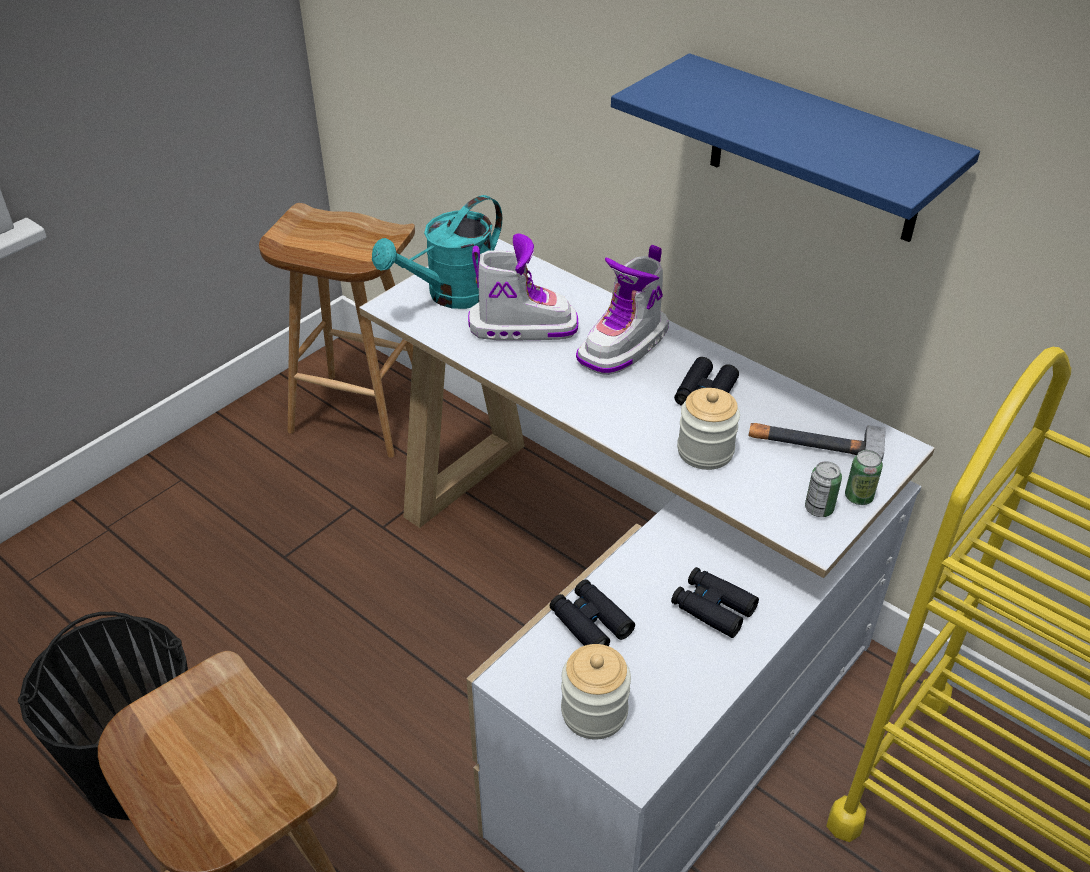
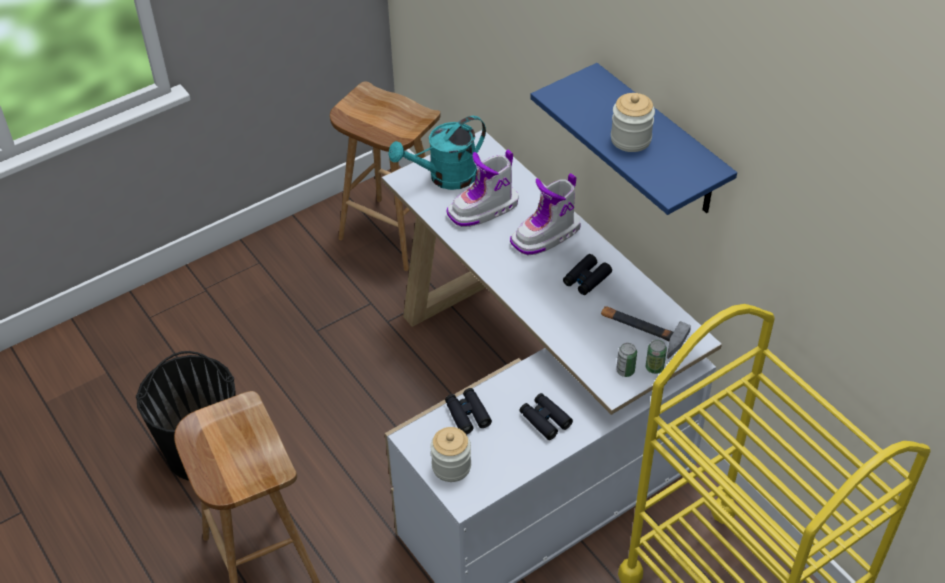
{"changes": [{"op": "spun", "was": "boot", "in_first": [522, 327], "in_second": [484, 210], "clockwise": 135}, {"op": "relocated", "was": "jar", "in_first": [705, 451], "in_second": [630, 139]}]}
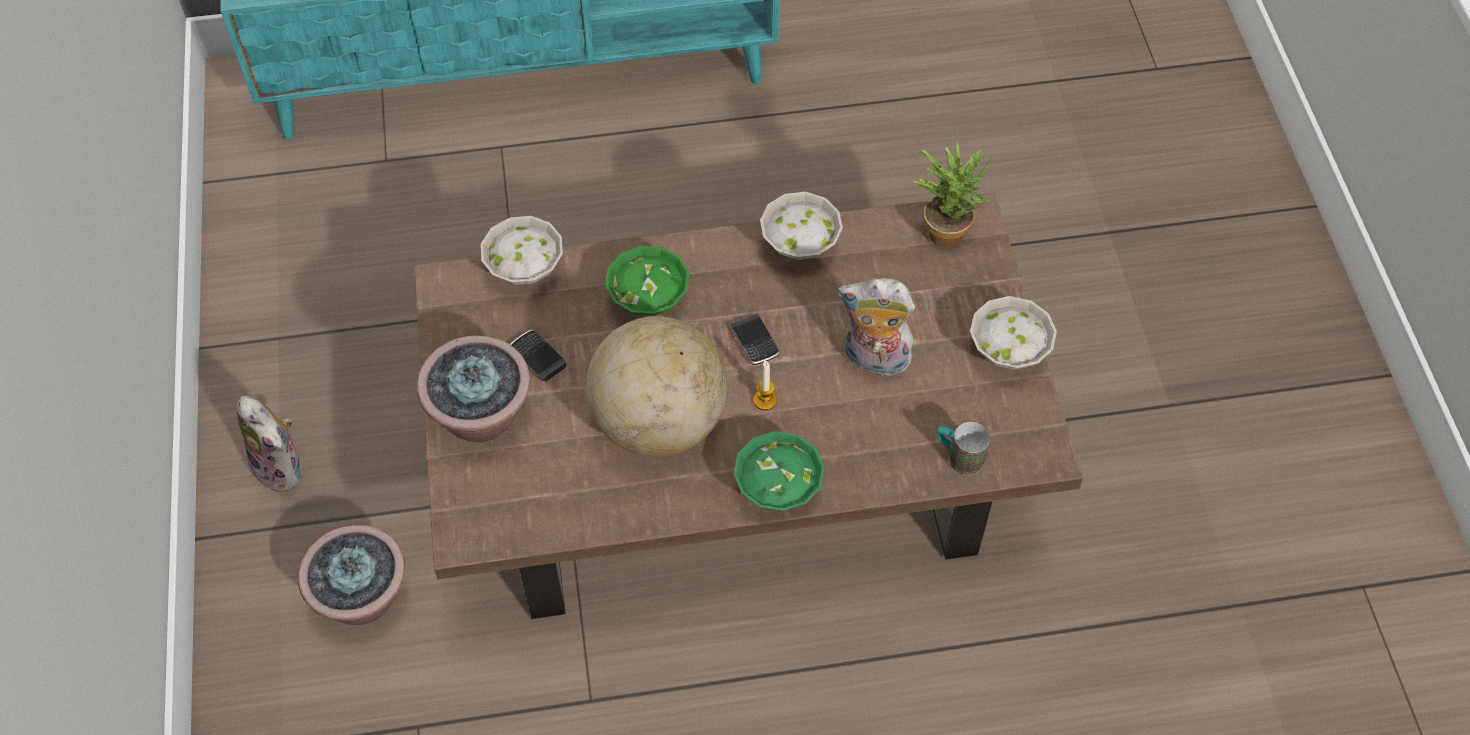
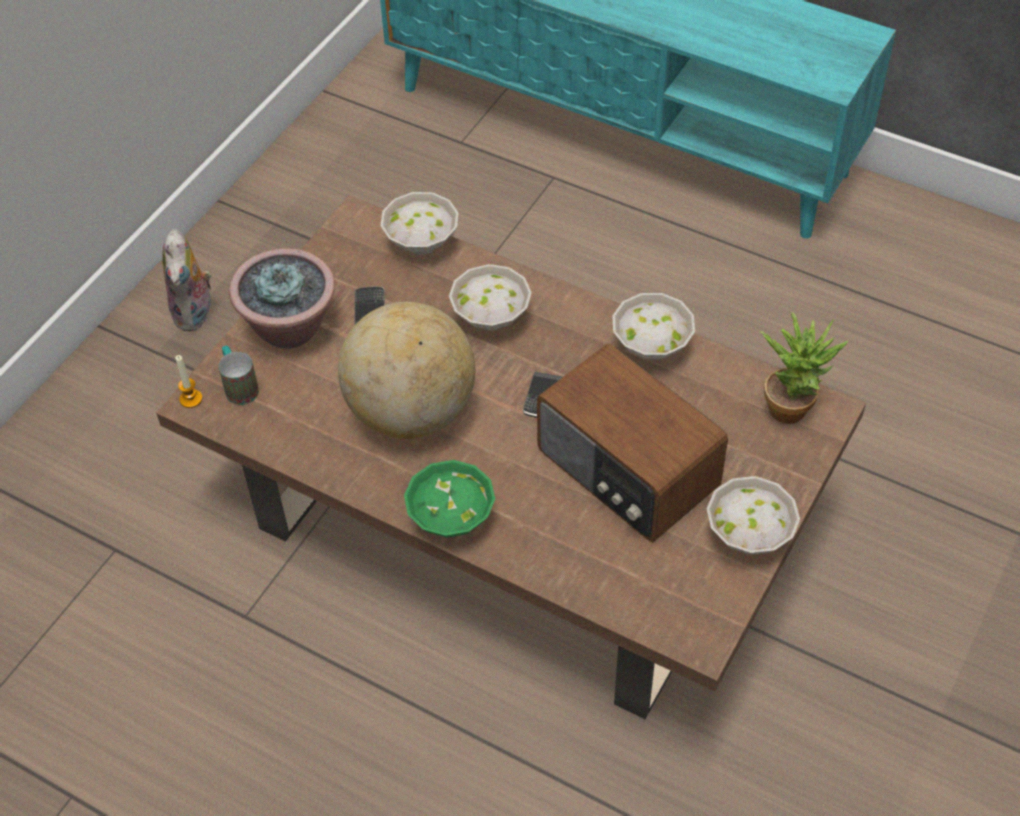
{"changes": [{"op": "colour", "was": "green bowl", "now": "white bowl", "in_first": [651, 300], "in_second": [493, 319]}, {"op": "exchanged", "was": "plush toy", "now": "radio", "in_first": [873, 360], "in_second": [626, 471]}, {"op": "relocated", "was": "candle", "in_first": [765, 400], "in_second": [191, 399]}, {"op": "relocated", "was": "mug", "in_first": [958, 457], "in_second": [239, 386]}, {"op": "missing", "was": "potted plant", "in_first": [362, 598]}]}
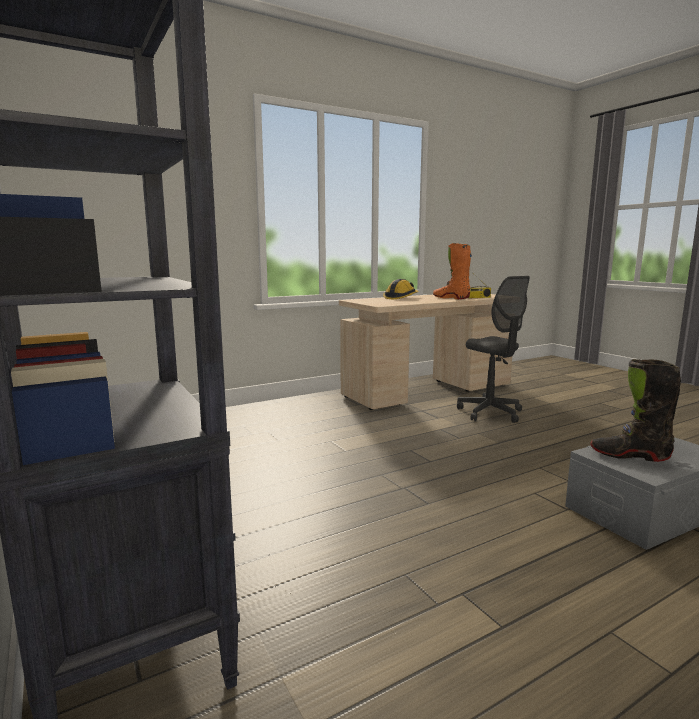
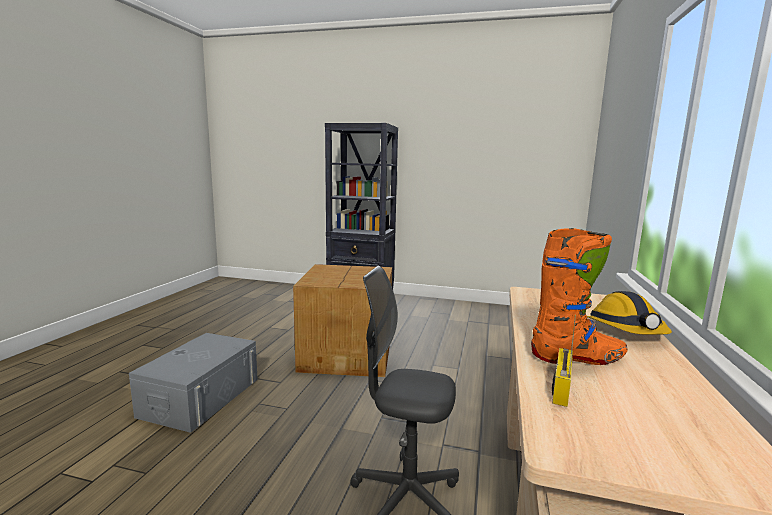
{"changes": [{"op": "missing", "was": "black boot", "in_first": [629, 455]}, {"op": "appeared", "now": "cardboard box", "in_second": [348, 354]}]}
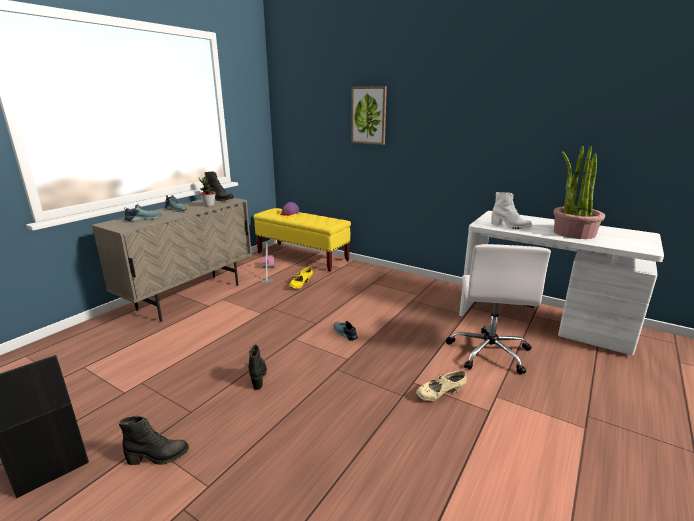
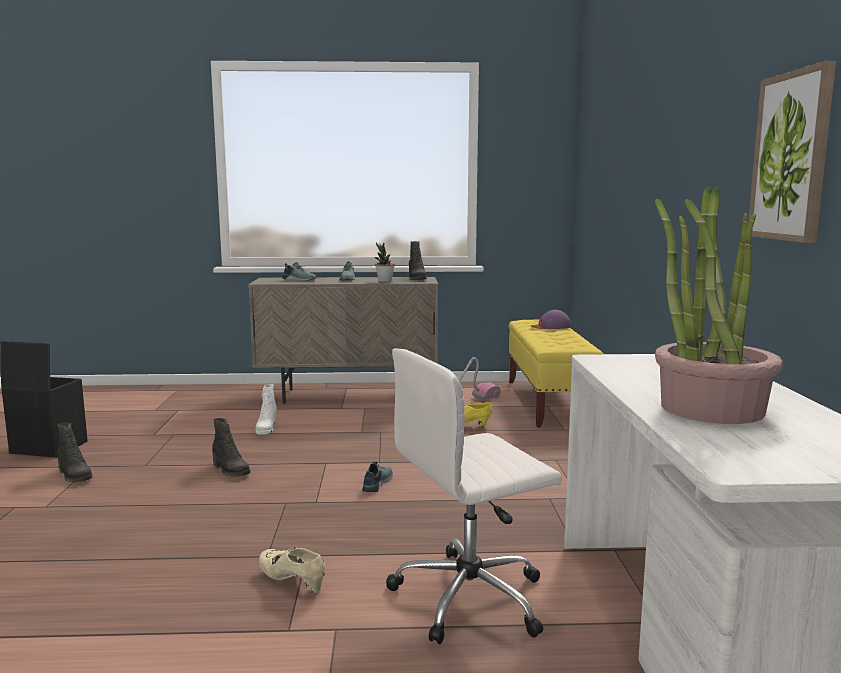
{"changes": [{"op": "relocated", "was": "picture", "in_first": [369, 115], "in_second": [791, 157]}, {"op": "relocated", "was": "white boot", "in_first": [510, 226], "in_second": [266, 429]}, {"op": "spun", "was": "black boot", "in_first": [258, 376], "in_second": [230, 470], "clockwise": 90}]}
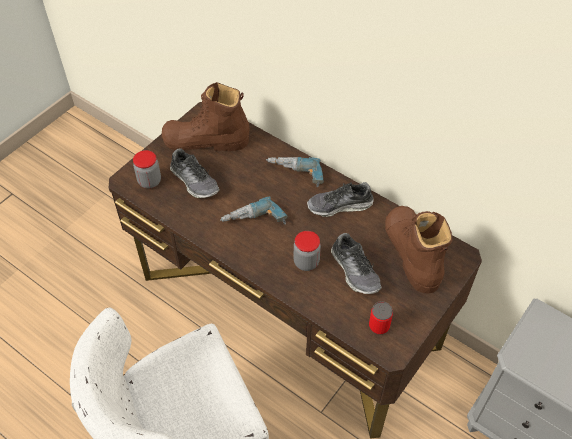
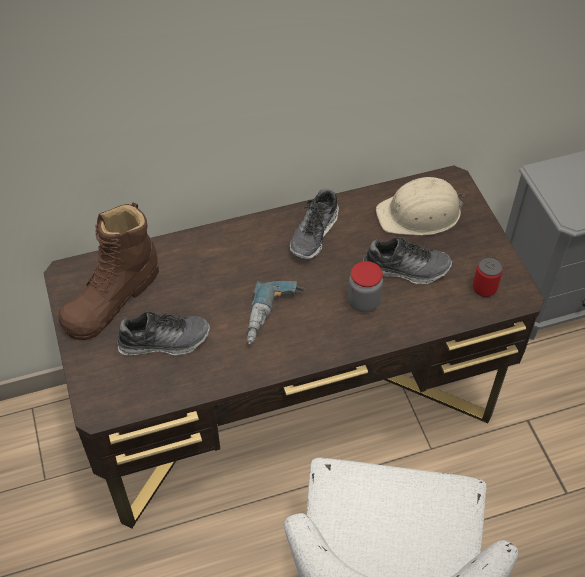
{"changes": [{"op": "missing", "was": "jar", "in_first": [149, 181]}, {"op": "missing", "was": "power drill", "in_first": [294, 175]}, {"op": "exchanged", "was": "brown boot", "now": "beige hard hat", "in_first": [412, 253], "in_second": [420, 214]}]}
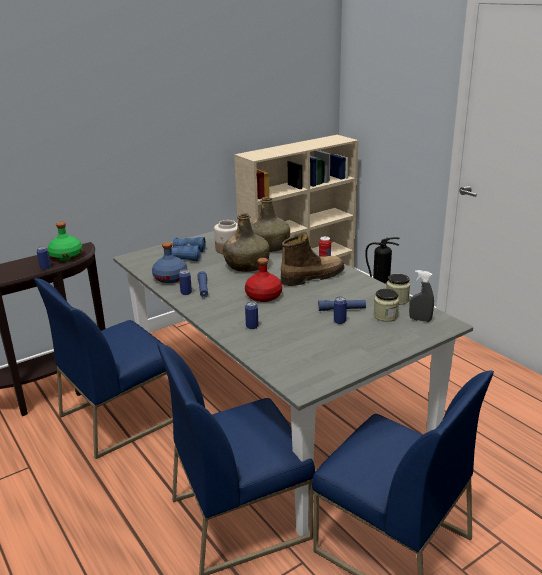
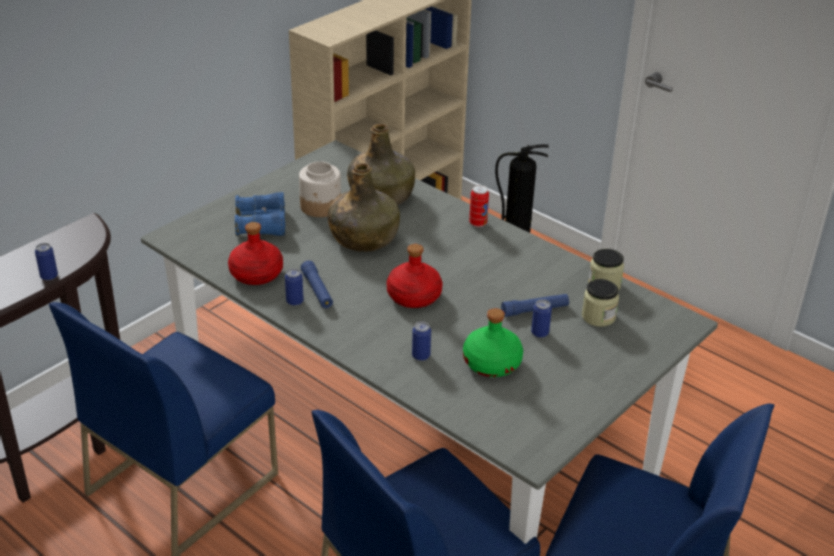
{"changes": [{"op": "relocated", "was": "green bottle", "in_first": [66, 256], "in_second": [492, 363]}, {"op": "missing", "was": "boot", "in_first": [312, 277]}, {"op": "colour", "was": "blue bottle", "now": "red bottle", "in_first": [170, 278], "in_second": [256, 274]}, {"op": "missing", "was": "grey spray bottle", "in_first": [420, 320]}]}
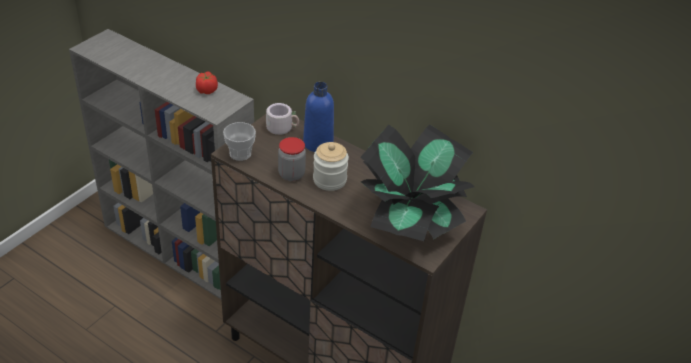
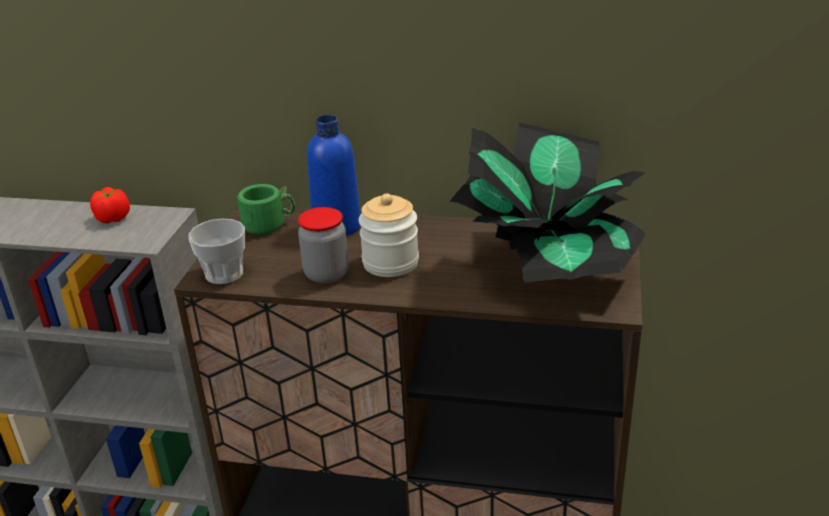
{"changes": [{"op": "colour", "was": "grey mug", "now": "green mug", "in_first": [282, 127], "in_second": [268, 224]}]}
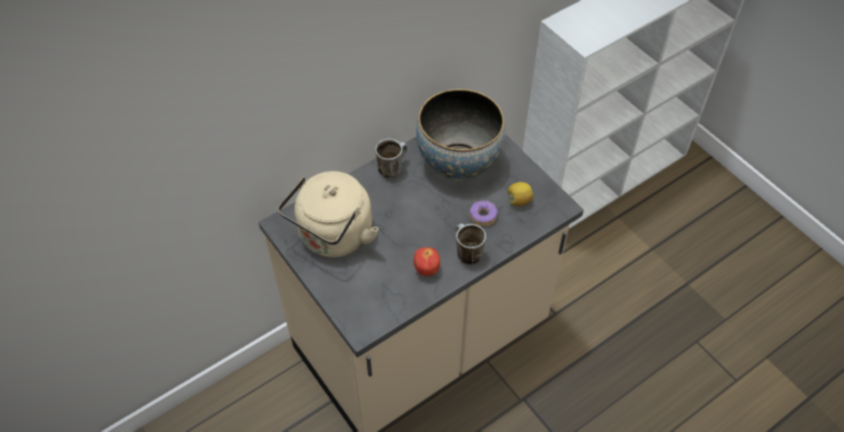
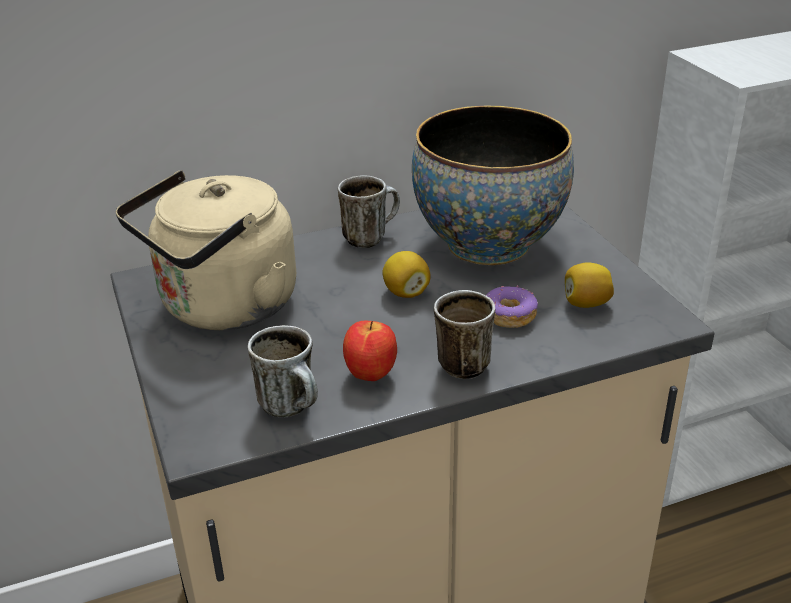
{"changes": [{"op": "appeared", "now": "lemon", "in_second": [406, 292]}, {"op": "appeared", "now": "mug", "in_second": [293, 408]}]}
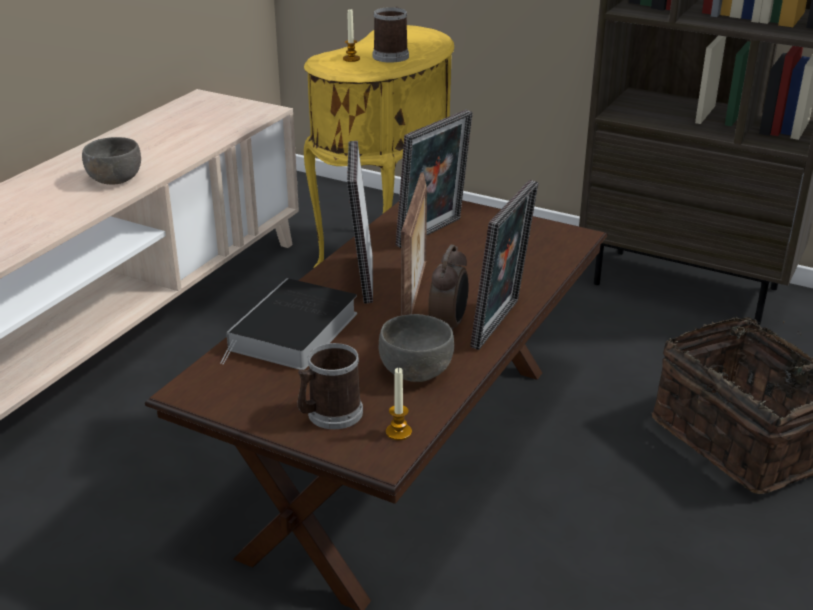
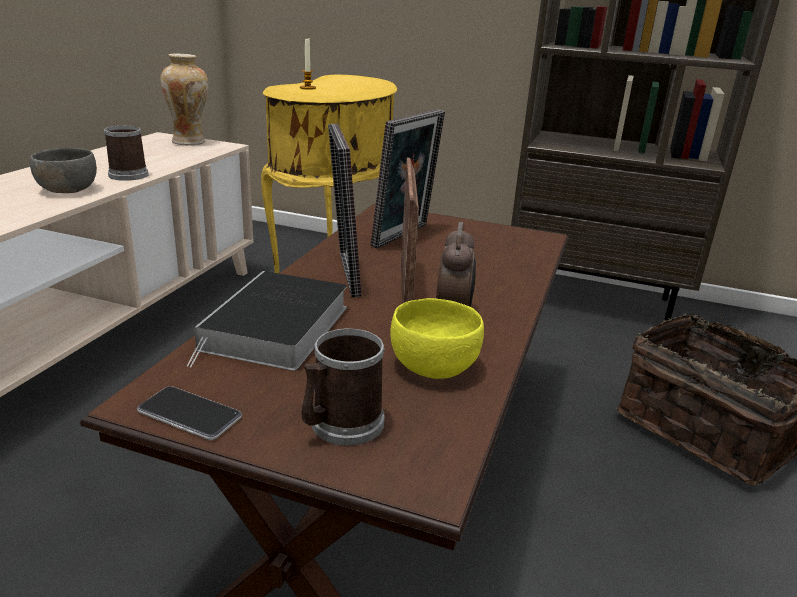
{"changes": [{"op": "relocated", "was": "mug", "in_first": [391, 55], "in_second": [130, 174]}, {"op": "missing", "was": "picture frame", "in_first": [501, 325]}, {"op": "colour", "was": "grey bowl", "now": "yellow bowl", "in_first": [415, 370], "in_second": [432, 365]}, {"op": "missing", "was": "candle", "in_first": [398, 432]}, {"op": "appeared", "now": "vase", "in_second": [190, 142]}, {"op": "appeared", "now": "phone", "in_second": [189, 414]}]}
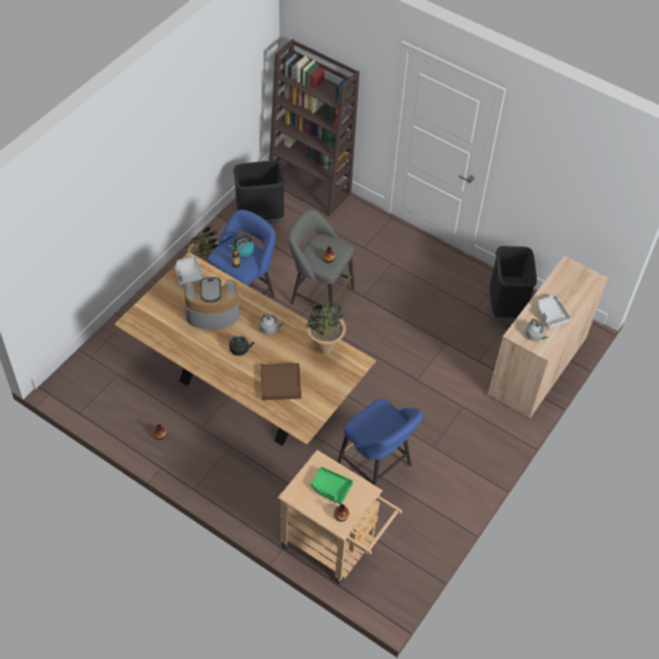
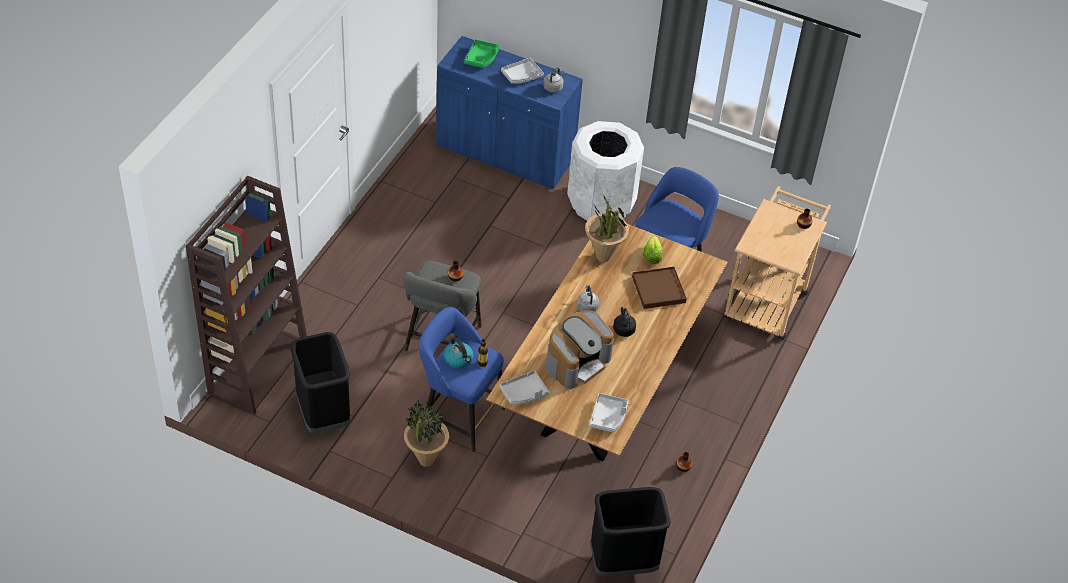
{"changes": [{"op": "relocated", "was": "black trash can", "in_first": [504, 309], "in_second": [623, 563]}, {"op": "colour", "was": "beige cabinet", "now": "blue cabinet", "in_first": [537, 366], "in_second": [505, 153]}, {"op": "spun", "was": "coffee machine", "in_first": [212, 312], "in_second": [577, 362], "clockwise": -120}, {"op": "relocated", "was": "green tray", "in_first": [331, 488], "in_second": [481, 58]}, {"op": "appeared", "now": "white trash can", "in_second": [601, 203]}, {"op": "appeared", "now": "lettuce", "in_second": [651, 256]}, {"op": "appeared", "now": "grey tray", "in_second": [608, 417]}]}
